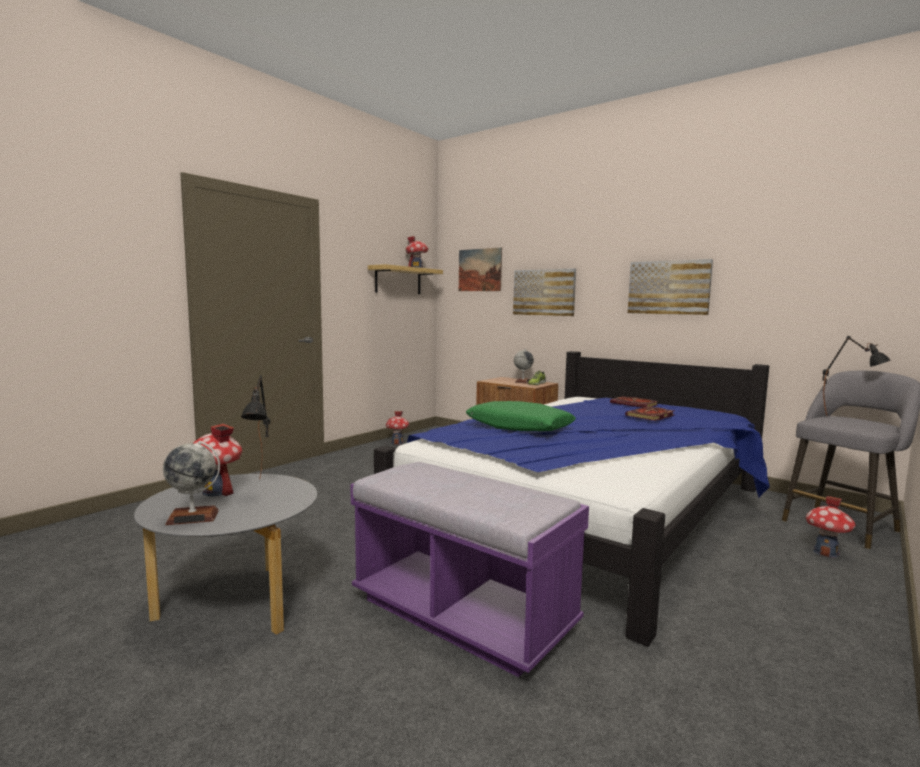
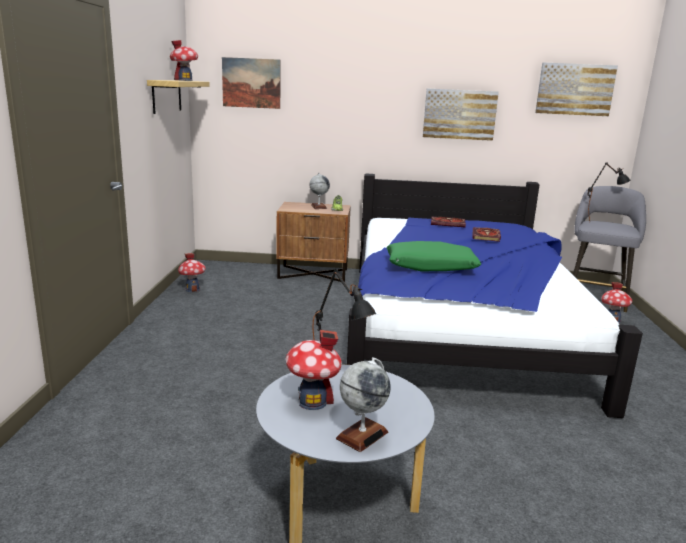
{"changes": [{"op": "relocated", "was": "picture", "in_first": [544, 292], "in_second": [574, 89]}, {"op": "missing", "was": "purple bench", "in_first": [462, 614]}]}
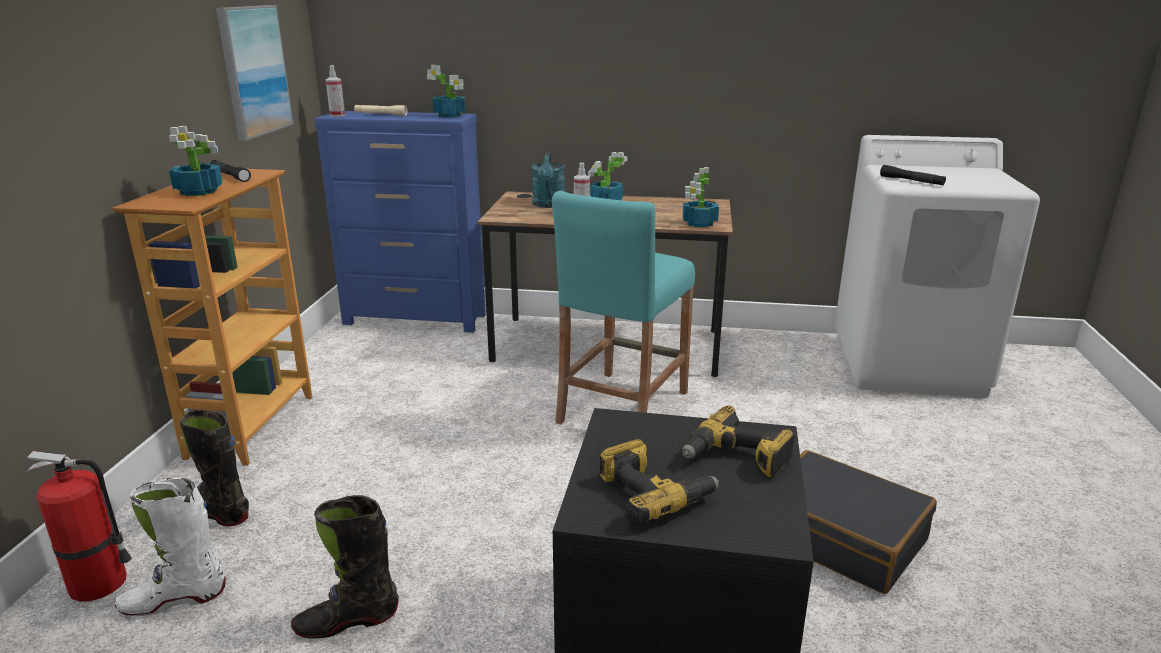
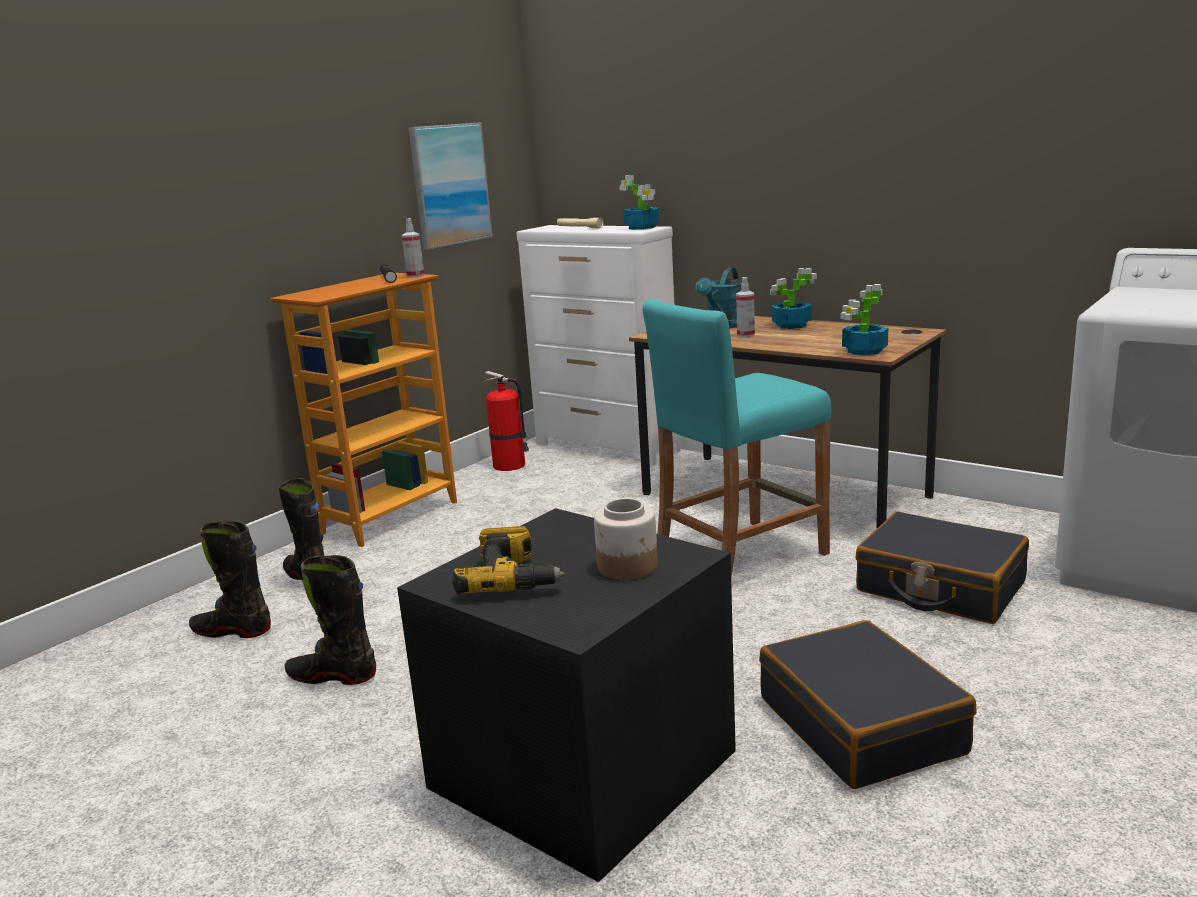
{"changes": [{"op": "relocated", "was": "spray bottle", "in_first": [337, 115], "in_second": [415, 276]}, {"op": "colour", "was": "blue dresser", "now": "white dresser", "in_first": [416, 320], "in_second": [607, 447]}, {"op": "missing", "was": "potted plant", "in_first": [200, 191]}, {"op": "missing", "was": "black flashlight", "in_first": [911, 181]}, {"op": "exchanged", "was": "power drill", "now": "jar", "in_first": [736, 458], "in_second": [628, 566]}, {"op": "relocated", "was": "fire extinguisher", "in_first": [101, 582], "in_second": [511, 465]}, {"op": "colour", "was": "white boot", "now": "black boot", "in_first": [174, 600], "in_second": [232, 631]}, {"op": "appeared", "now": "black suitcase", "in_second": [939, 587]}]}
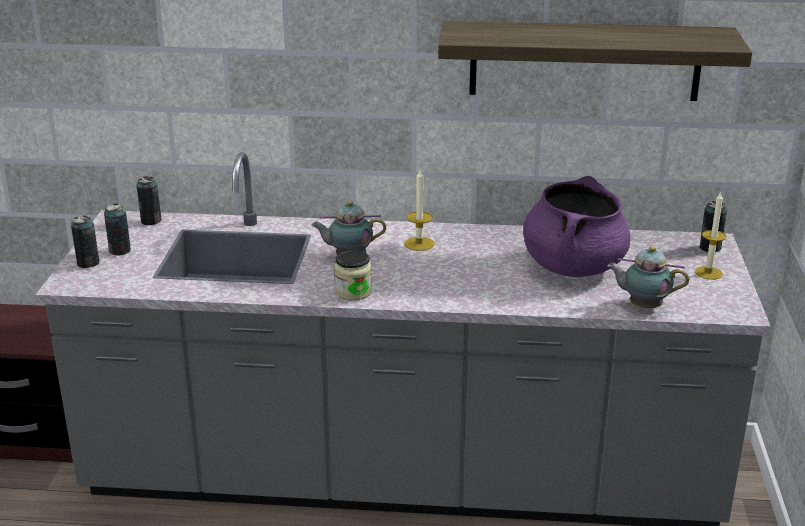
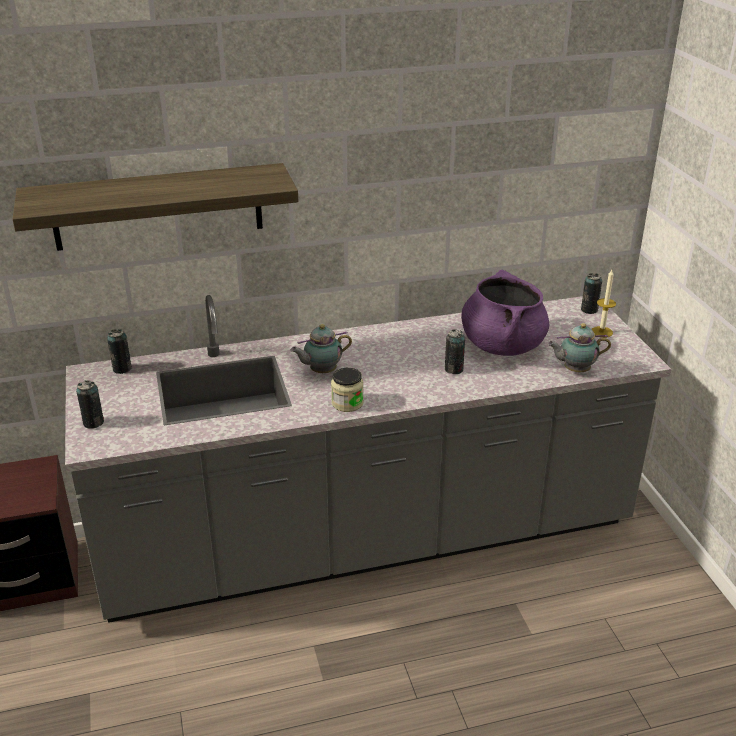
{"changes": [{"op": "relocated", "was": "shelf", "in_first": [584, 61], "in_second": [158, 207]}, {"op": "missing", "was": "candle", "in_first": [419, 244]}, {"op": "relocated", "was": "can", "in_first": [120, 251], "in_second": [453, 369]}]}
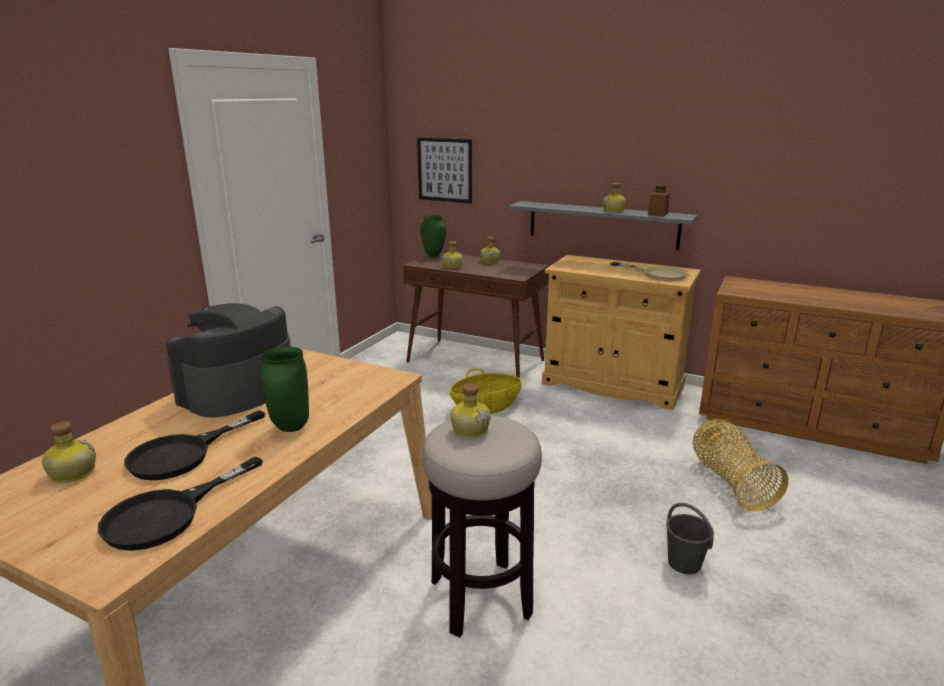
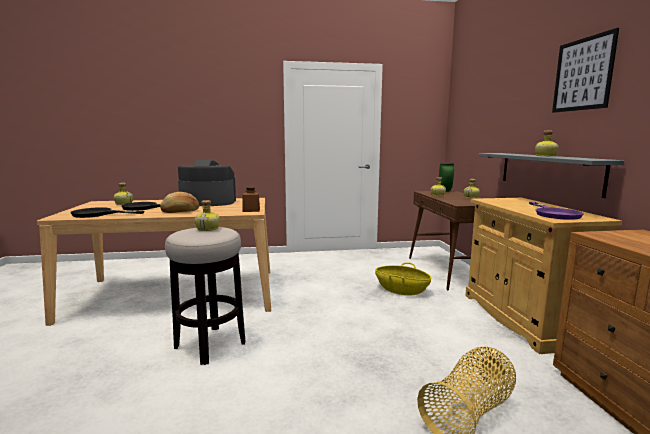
{"changes": [{"op": "relocated", "was": "picture", "in_first": [444, 170], "in_second": [583, 74]}, {"op": "relocated", "was": "brown jar", "in_first": [658, 214], "in_second": [251, 210]}, {"op": "colour", "was": "beige frying pan", "now": "purple frying pan", "in_first": [657, 274], "in_second": [554, 214]}, {"op": "exchanged", "was": "green vase", "now": "bread", "in_first": [289, 427], "in_second": [180, 211]}, {"op": "missing", "was": "grey bucket", "in_first": [684, 563]}]}
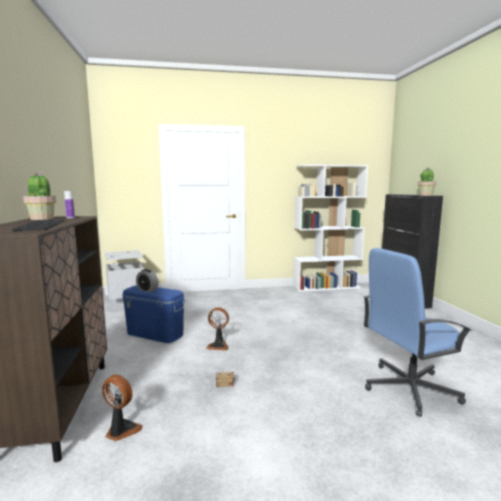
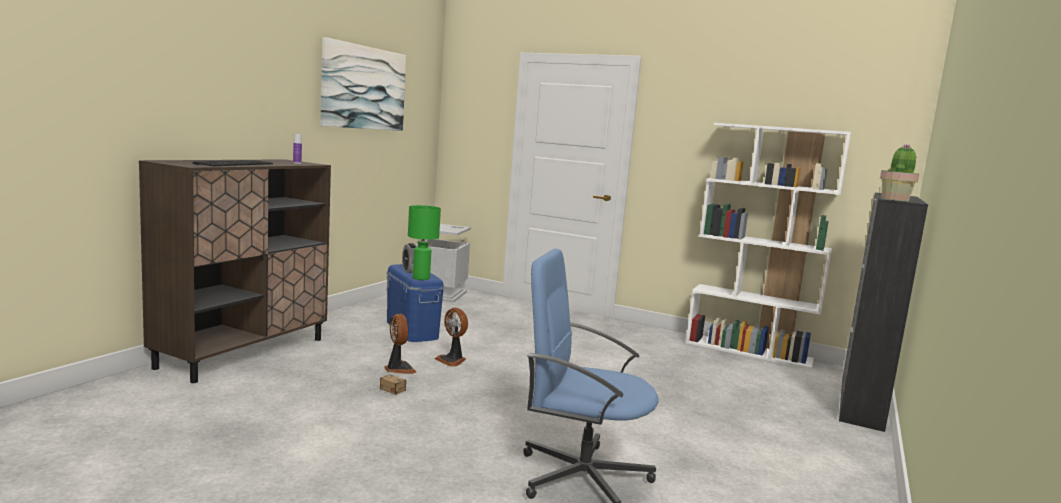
{"changes": [{"op": "missing", "was": "potted plant", "in_first": [42, 219]}, {"op": "relocated", "was": "fan", "in_first": [121, 431], "in_second": [398, 369]}, {"op": "appeared", "now": "picture", "in_second": [364, 88]}, {"op": "appeared", "now": "green table lamp", "in_second": [421, 278]}]}
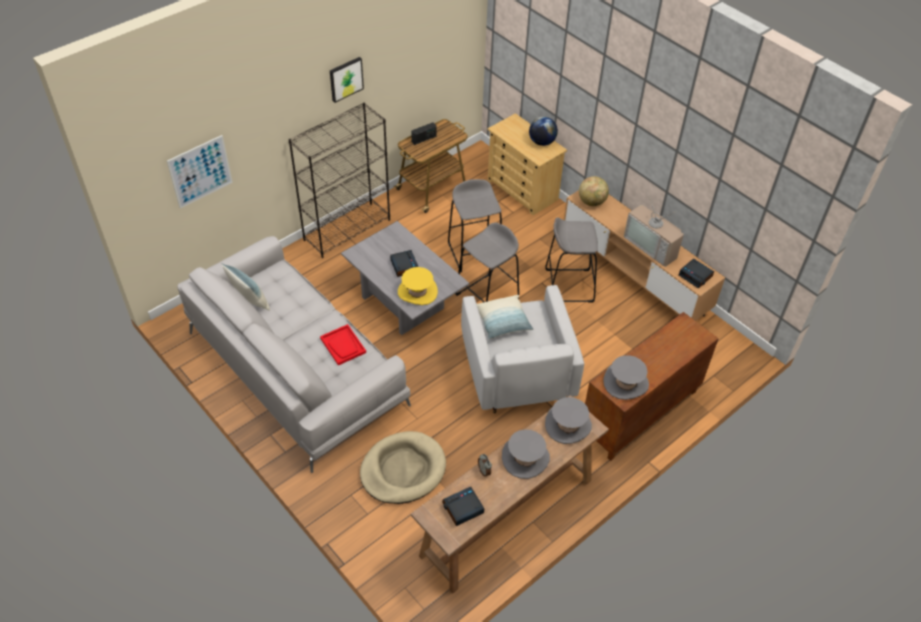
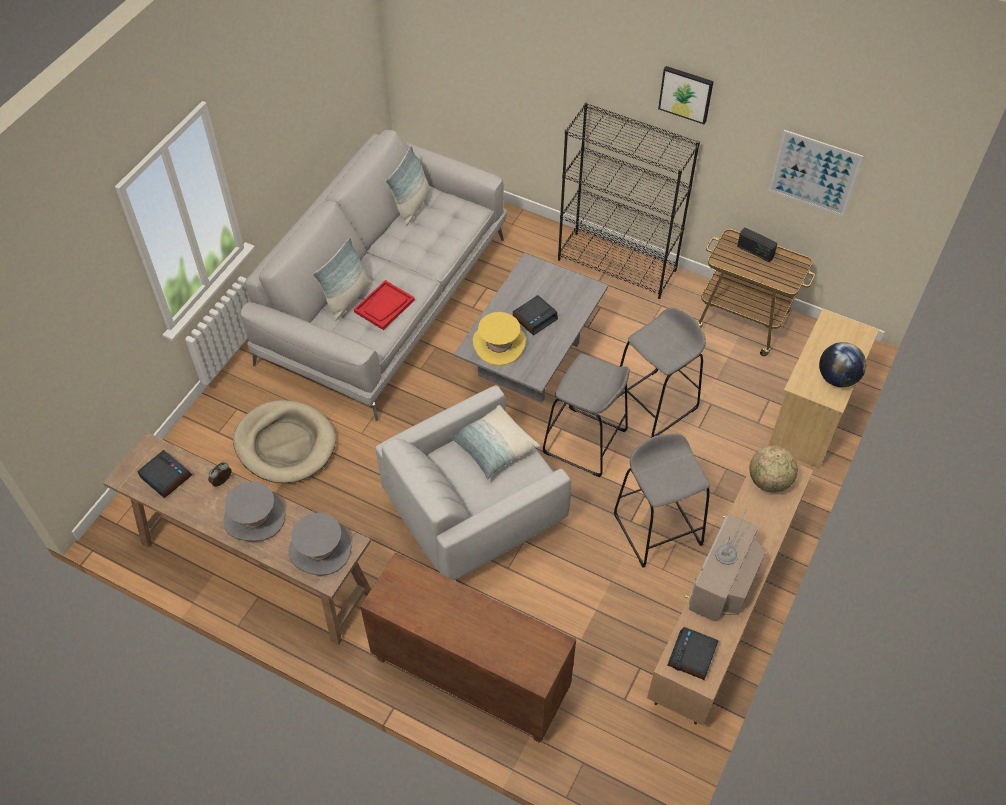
{"changes": [{"op": "relocated", "was": "picture", "in_first": [200, 171], "in_second": [814, 173]}, {"op": "missing", "was": "grey hat", "in_first": [626, 383]}, {"op": "appeared", "now": "pillow", "in_second": [347, 298]}]}
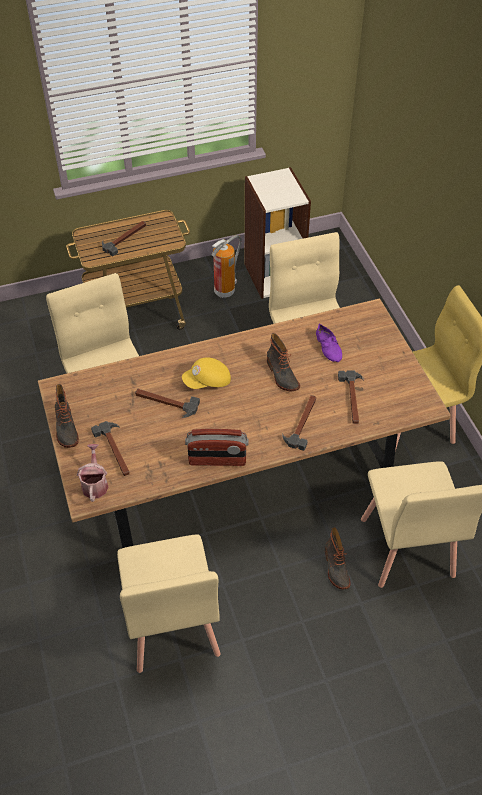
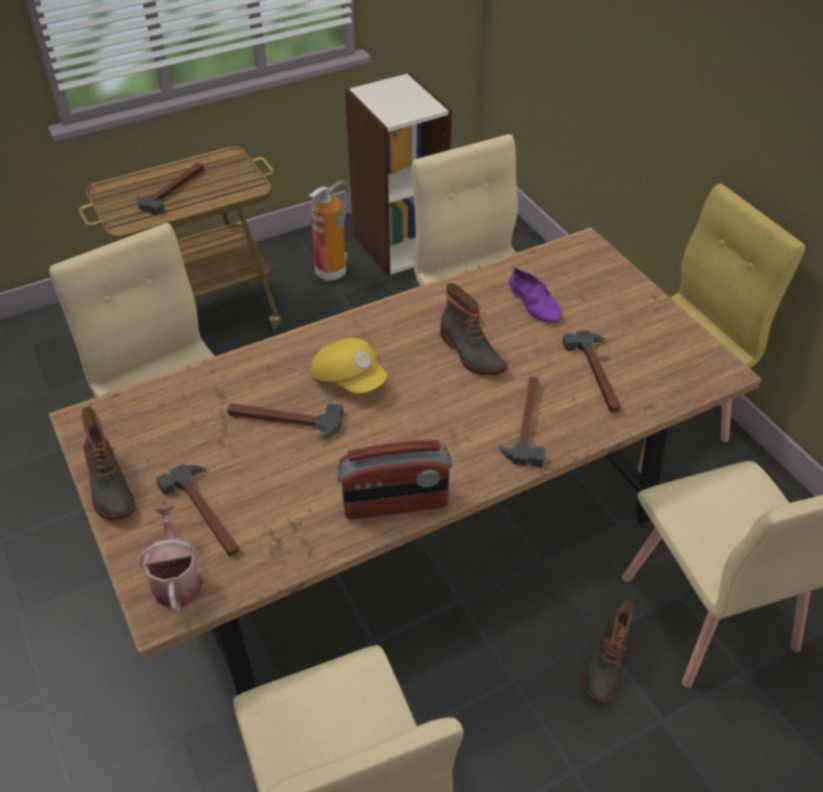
{"changes": [{"op": "spun", "was": "yellow cap", "in_first": [207, 382], "in_second": [349, 378], "clockwise": -105}, {"op": "spun", "was": "boot", "in_first": [335, 568], "in_second": [604, 666], "clockwise": 45}]}
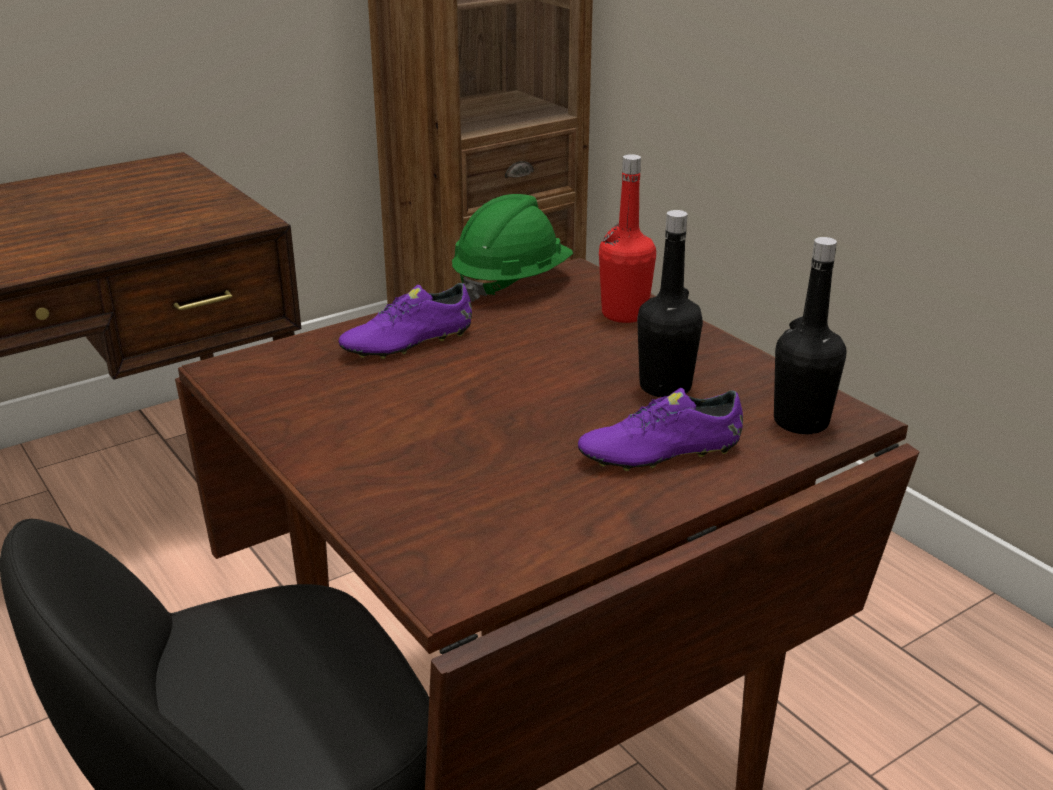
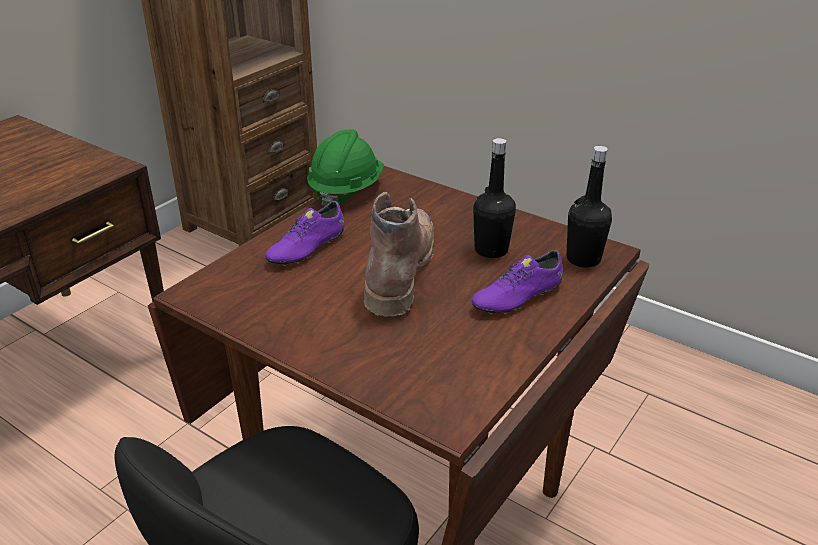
{"changes": [{"op": "missing", "was": "red bottle", "in_first": [624, 314]}, {"op": "appeared", "now": "brown boot", "in_second": [398, 269]}]}
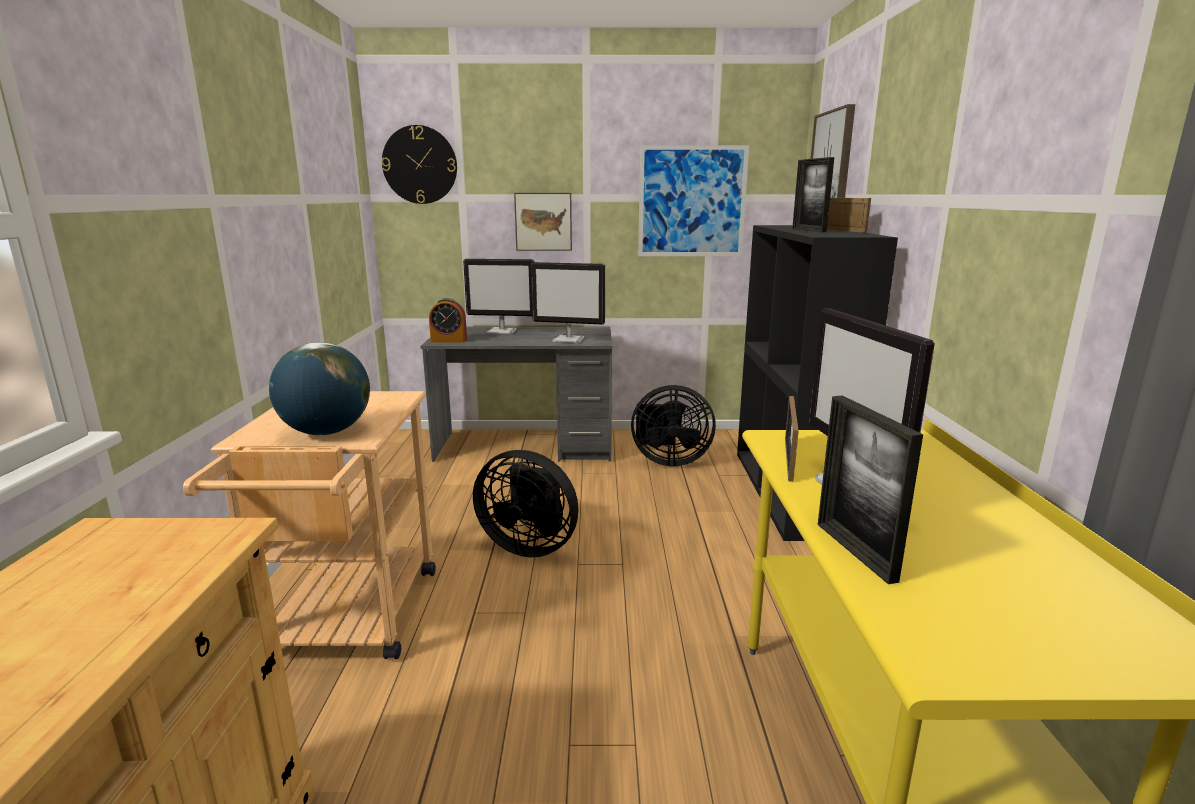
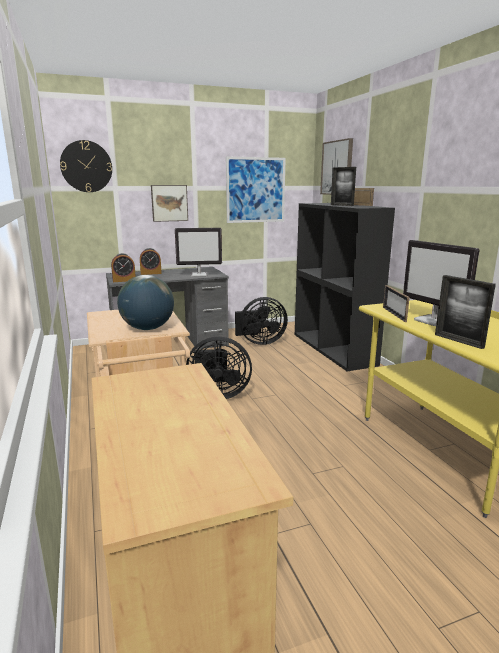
{"changes": [{"op": "exchanged", "was": "monitor", "now": "alarm clock", "in_first": [502, 331], "in_second": [151, 273]}]}
